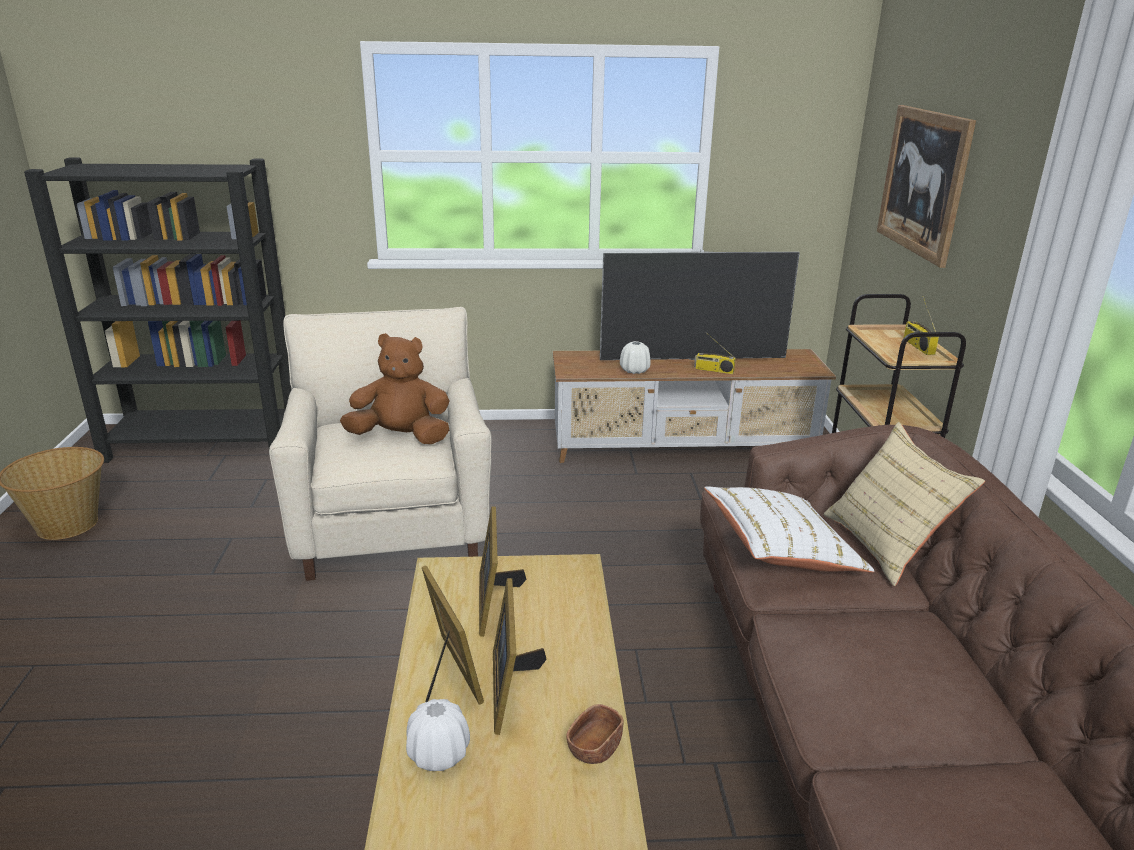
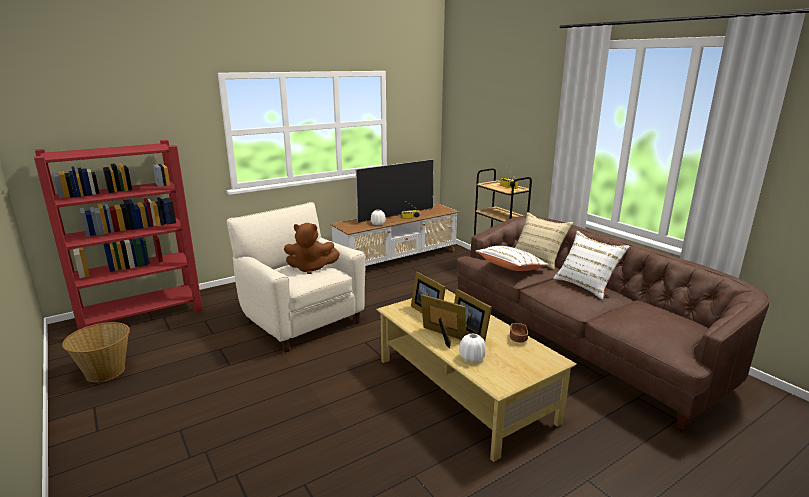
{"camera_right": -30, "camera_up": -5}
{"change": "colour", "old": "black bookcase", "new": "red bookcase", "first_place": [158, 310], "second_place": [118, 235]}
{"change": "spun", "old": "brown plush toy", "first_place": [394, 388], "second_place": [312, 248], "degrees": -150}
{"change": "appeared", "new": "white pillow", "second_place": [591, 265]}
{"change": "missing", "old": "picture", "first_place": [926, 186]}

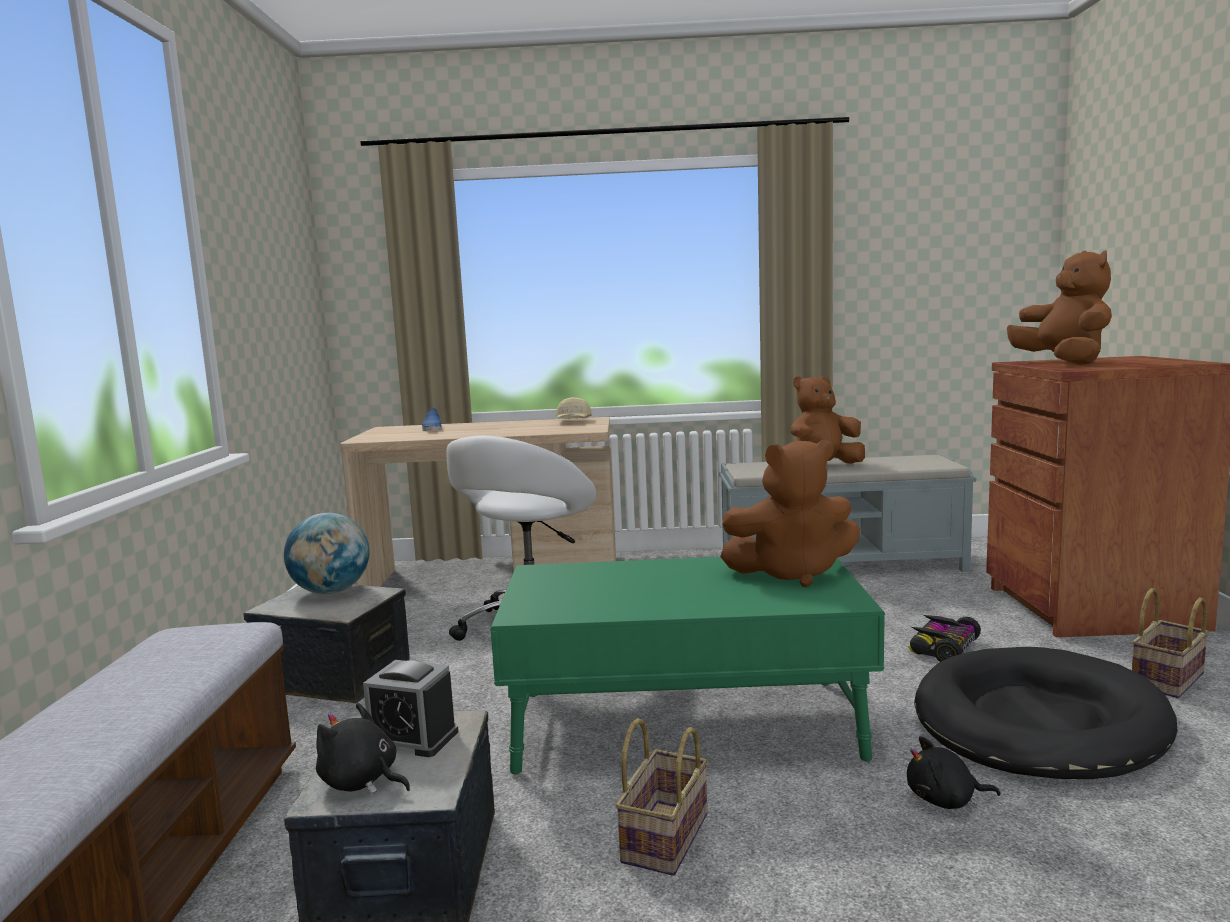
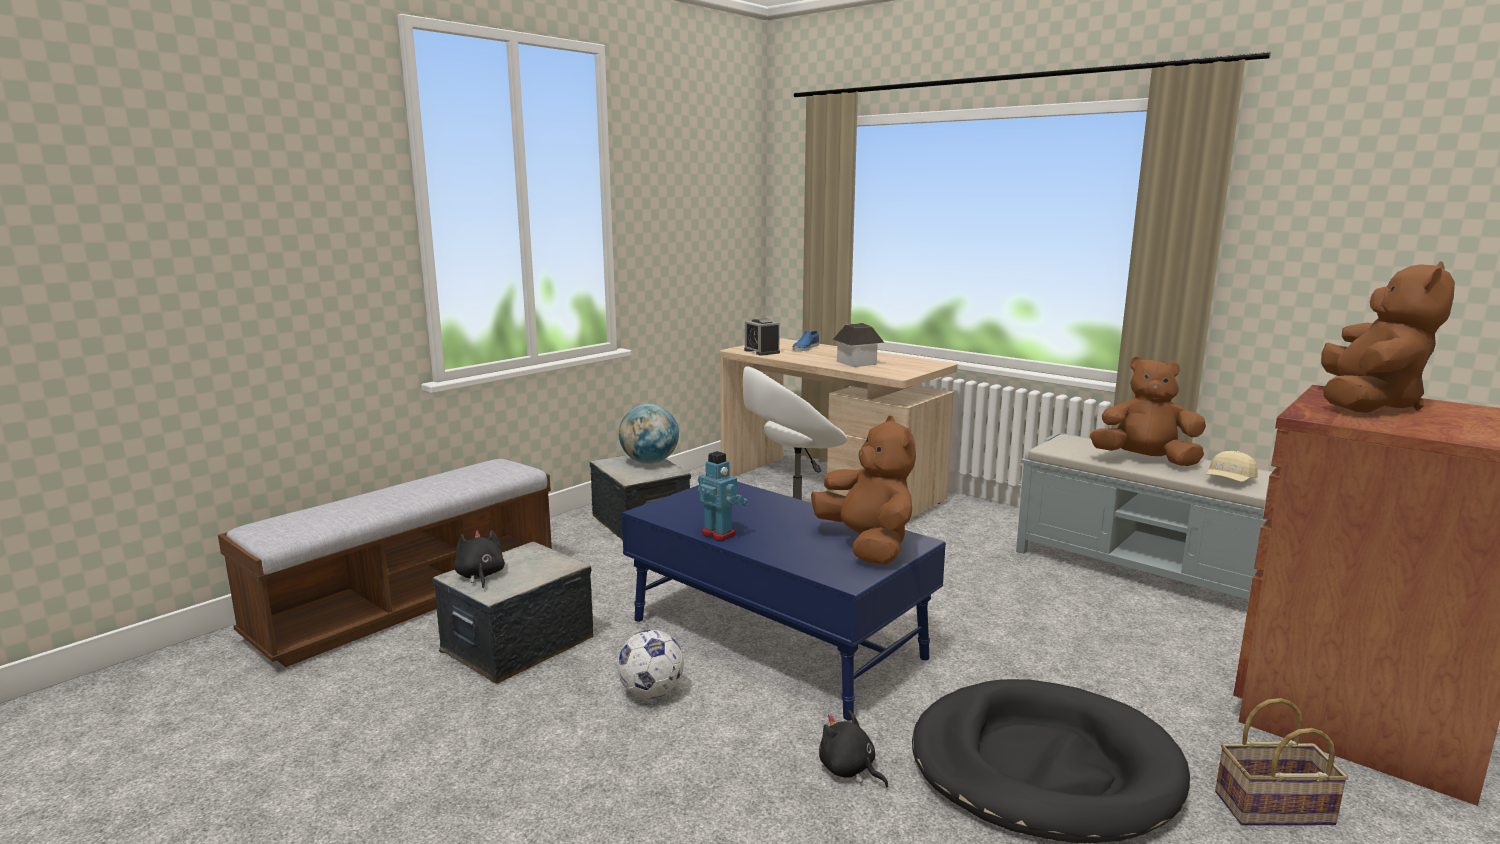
{"camera_right": 40, "camera_up": 5}
{"change": "exchanged", "old": "basket", "new": "football", "first_place": [661, 797], "second_place": [650, 664]}
{"change": "colour", "old": "green coffee table", "new": "blue coffee table", "first_place": [687, 666], "second_place": [783, 601]}
{"change": "appeared", "new": "toy robot", "second_place": [723, 496]}
{"change": "relocated", "old": "alarm clock", "first_place": [411, 708], "second_place": [762, 336]}
{"change": "spun", "old": "brown plush toy", "first_place": [790, 513], "second_place": [863, 490], "degrees": -150}
{"change": "appeared", "new": "toy house", "second_place": [858, 345]}
{"change": "relocated", "old": "beige cap", "first_place": [574, 408], "second_place": [1232, 466]}
{"change": "missing", "old": "toy car", "first_place": [944, 638]}

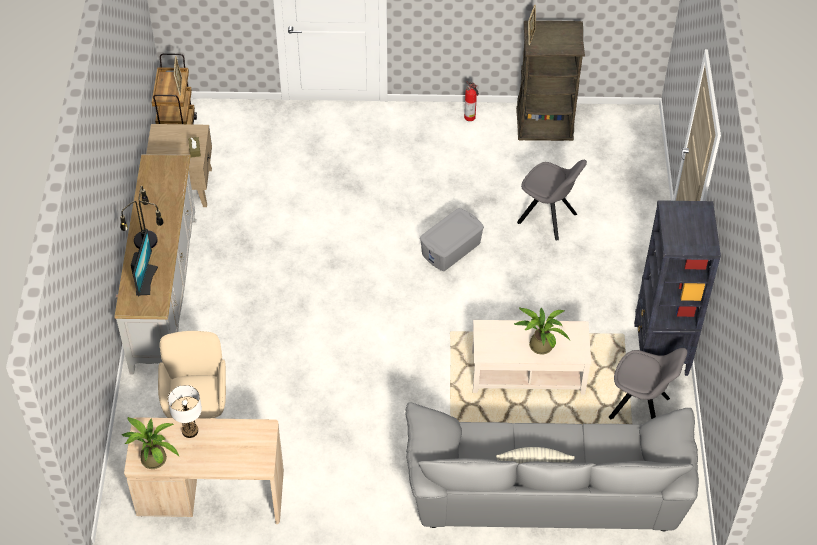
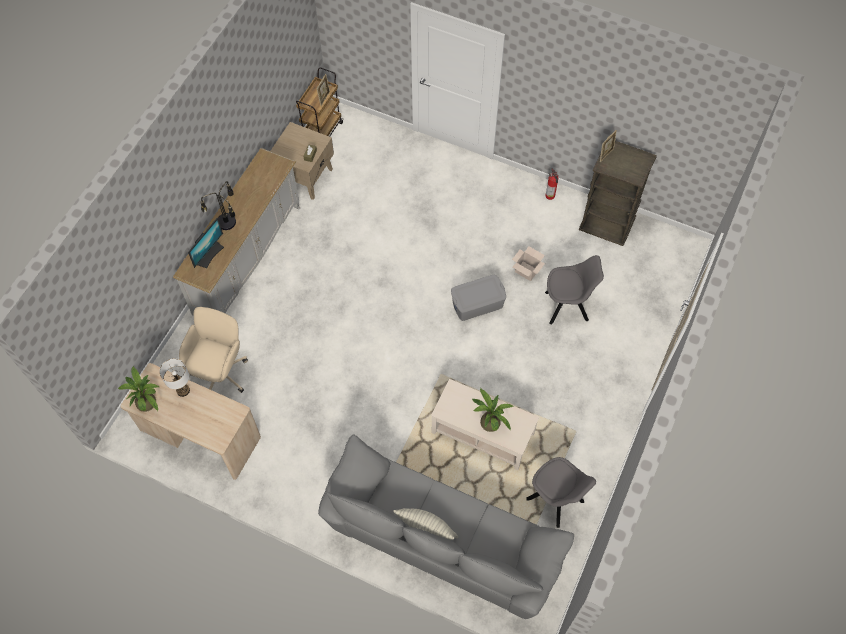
{"camera_right": 25, "camera_up": 10}
{"change": "appeared", "new": "cardboard box", "second_place": [528, 263]}
{"change": "spun", "old": "grey chair", "first_place": [552, 200], "second_place": [574, 290], "degrees": -60}
{"change": "missing", "old": "black bookcase", "first_place": [677, 288]}

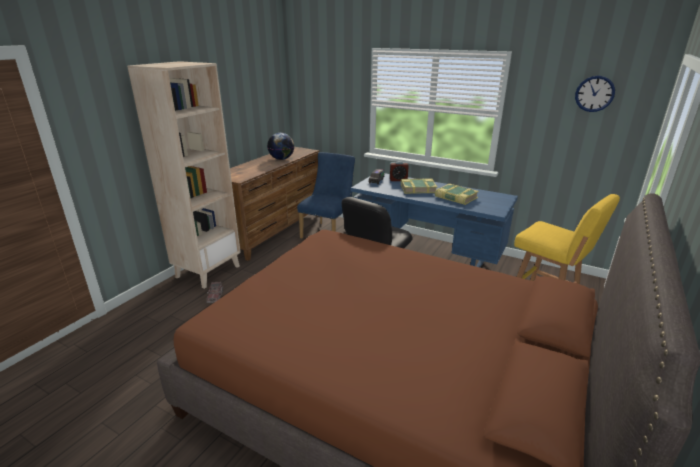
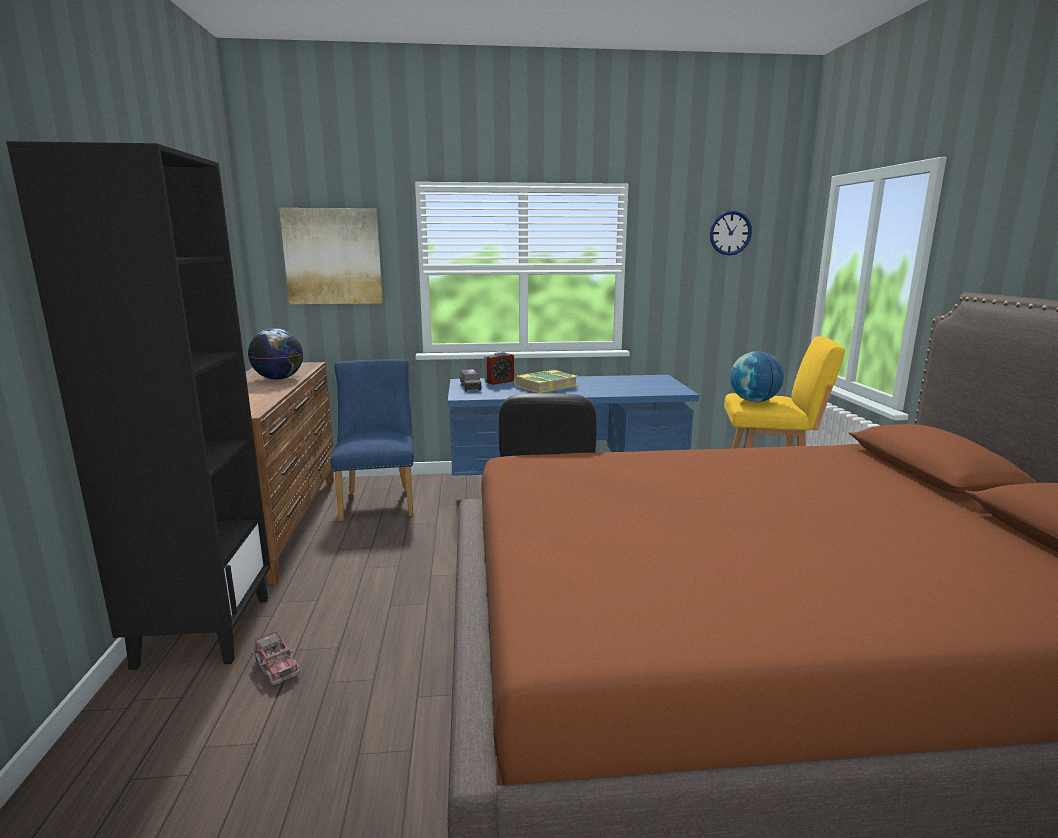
{"camera_right": -35, "camera_up": -10}
{"change": "colour", "old": "beige bookcase", "new": "black bookcase", "first_place": [184, 175], "second_place": [138, 405]}
{"change": "appeared", "new": "picture", "second_place": [331, 256]}
{"change": "appeared", "new": "globe", "second_place": [757, 376]}
{"change": "missing", "old": "book", "first_place": [457, 194]}

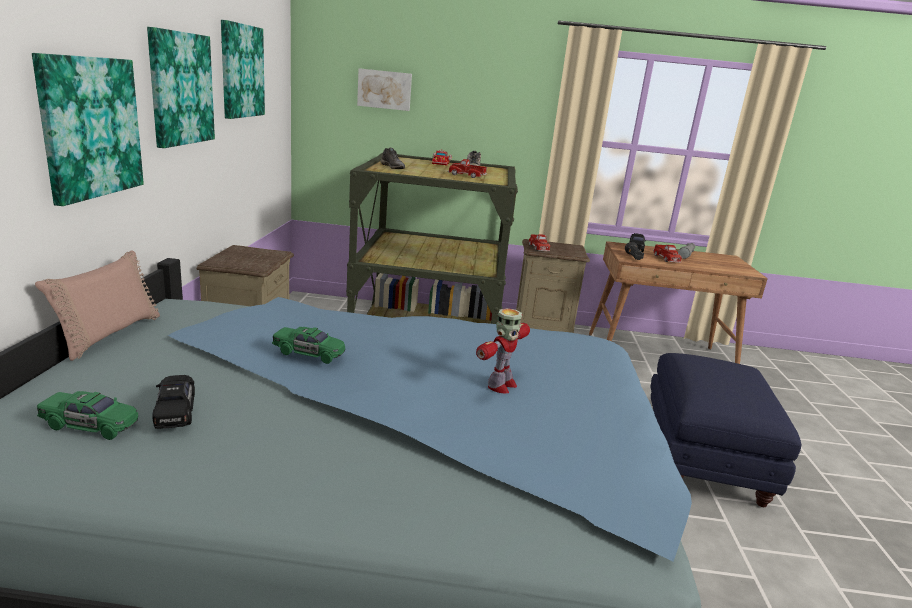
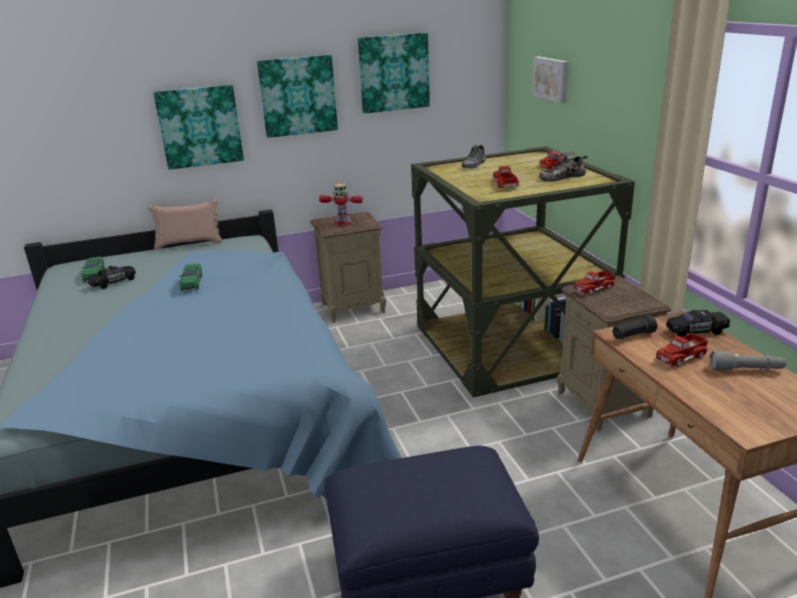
{"camera_right": 70, "camera_up": 5}
{"change": "relocated", "old": "toy robot", "first_place": [503, 351], "second_place": [341, 204]}

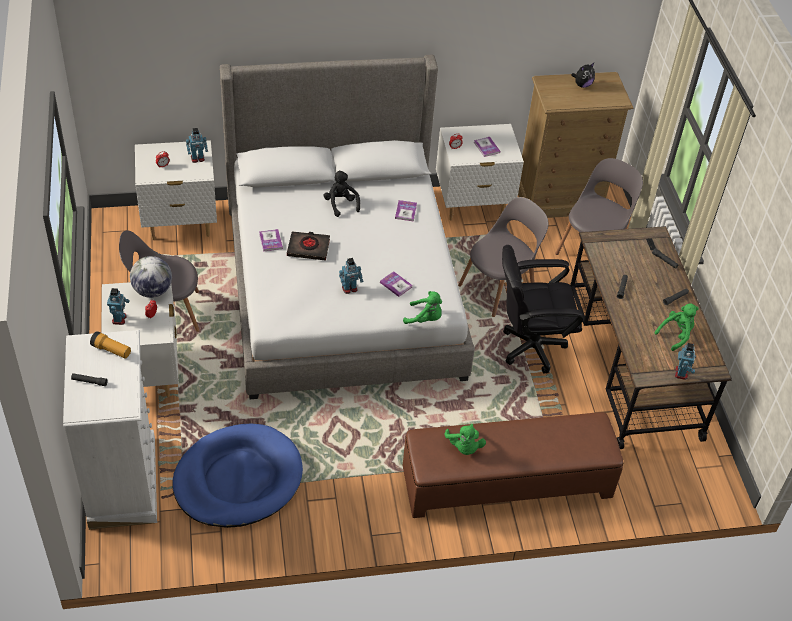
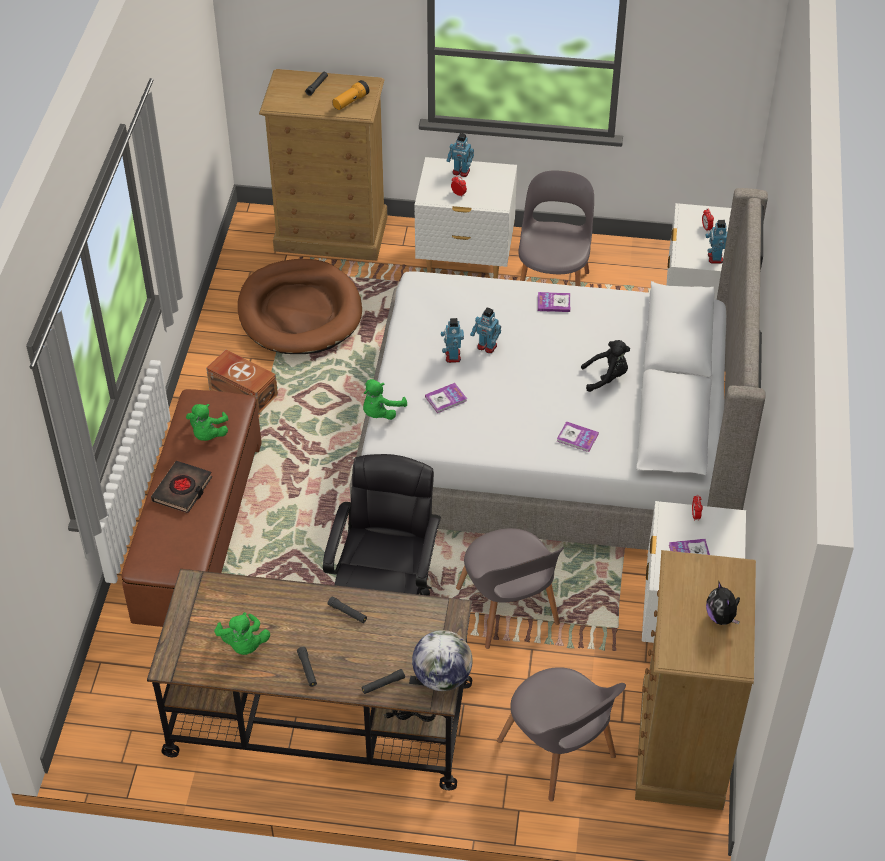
{"camera_right": 110, "camera_up": 0}
{"change": "relocated", "old": "black book", "first_place": [308, 246], "second_place": [181, 487]}
{"change": "spun", "old": "green plush toy", "first_place": [465, 439], "second_place": [207, 422], "degrees": -90}
{"change": "appeared", "new": "brown storage box", "second_place": [242, 382]}
{"change": "colour", "old": "blue dog bed", "new": "brown dog bed", "first_place": [238, 476], "second_place": [300, 306]}
{"change": "colour", "old": "white dresser", "new": "brown dresser", "first_place": [110, 430], "second_place": [323, 165]}
{"change": "relocated", "old": "globe", "first_place": [151, 277], "second_place": [442, 660]}
{"change": "relocated", "old": "toy robot", "first_place": [685, 361], "second_place": [485, 330]}

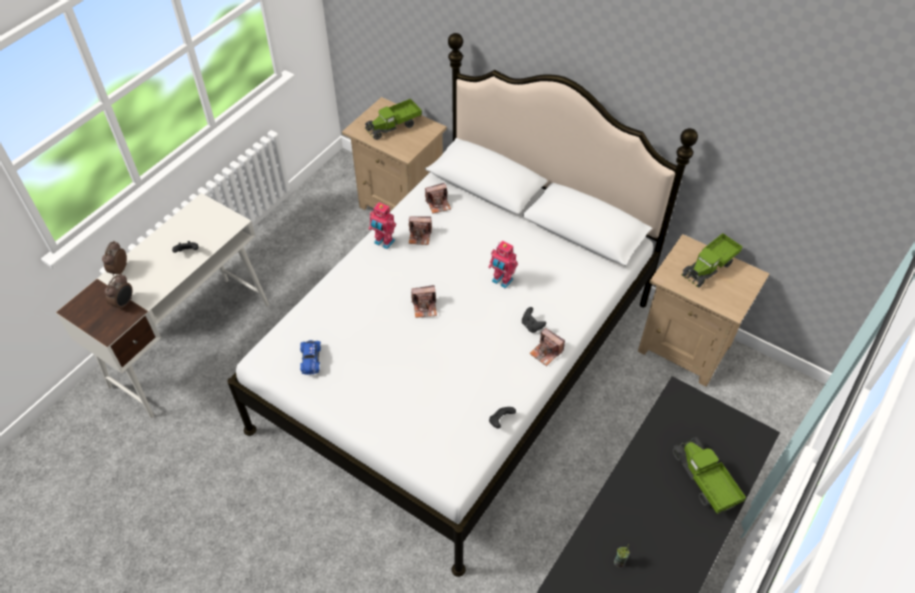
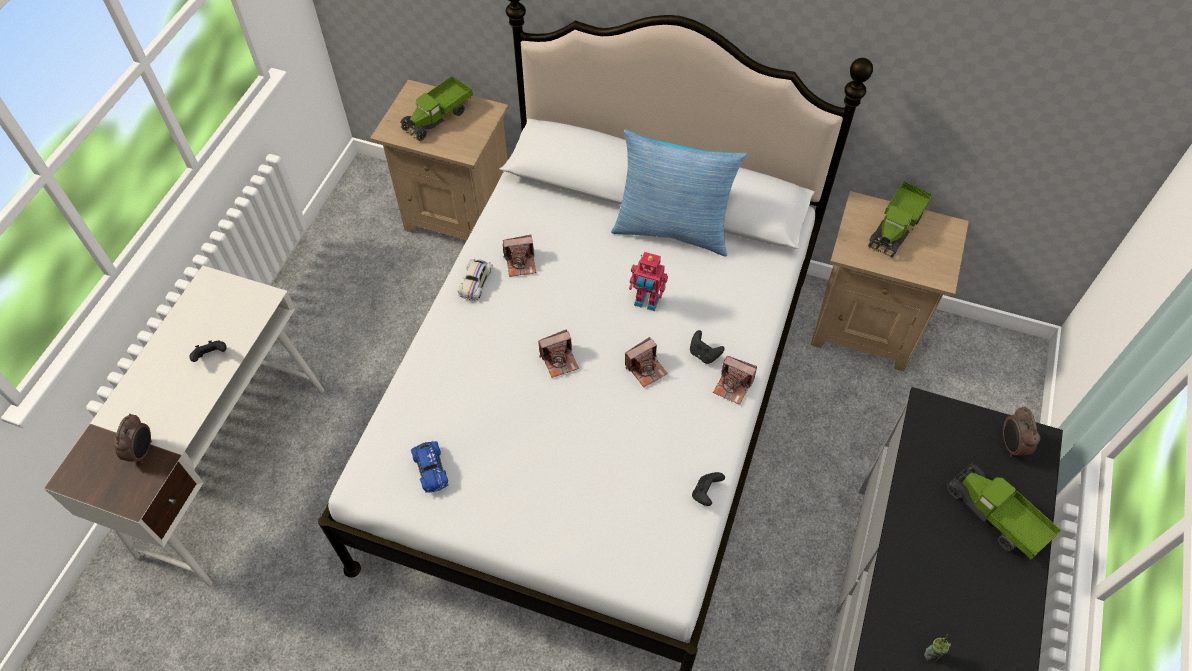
{"camera_right": -15, "camera_up": 5}
{"change": "exchanged", "old": "toy robot", "new": "white toy car", "first_place": [382, 225], "second_place": [475, 279]}
{"change": "appeared", "new": "pillow", "second_place": [679, 193]}
{"change": "relocated", "old": "photo camera", "first_place": [438, 198], "second_place": [646, 362]}
{"change": "relocated", "old": "alarm clock", "first_place": [114, 258], "second_place": [1021, 432]}

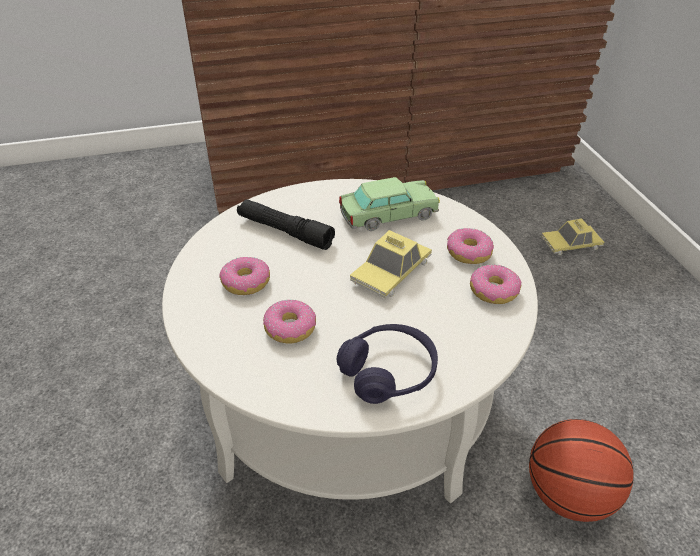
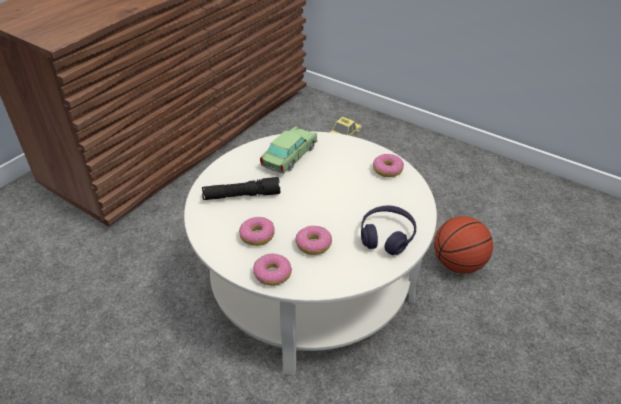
{"camera_right": -40, "camera_up": 0}
{"change": "relocated", "old": "donut", "first_place": [470, 246], "second_place": [272, 270]}
{"change": "missing", "old": "toy car", "first_place": [391, 264]}

